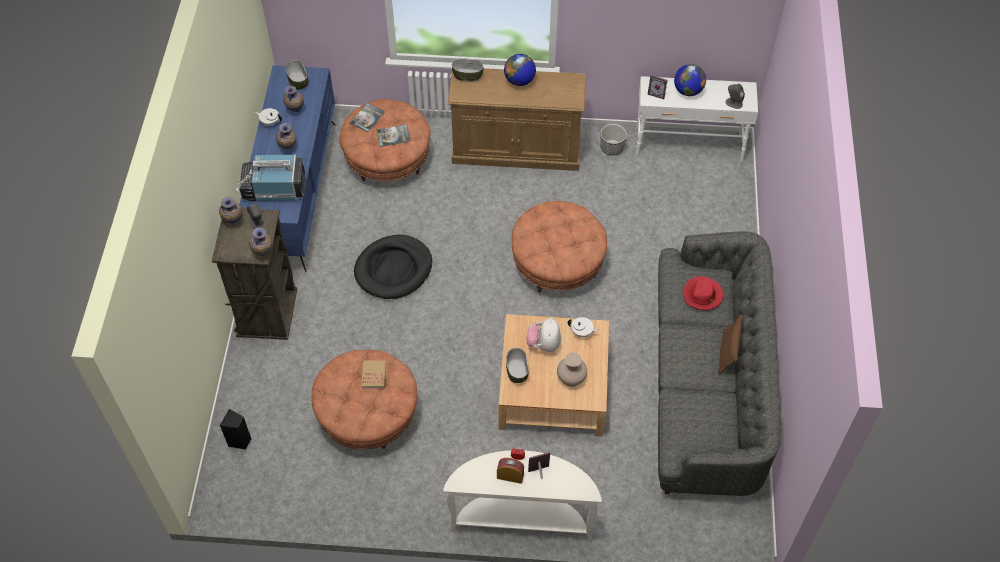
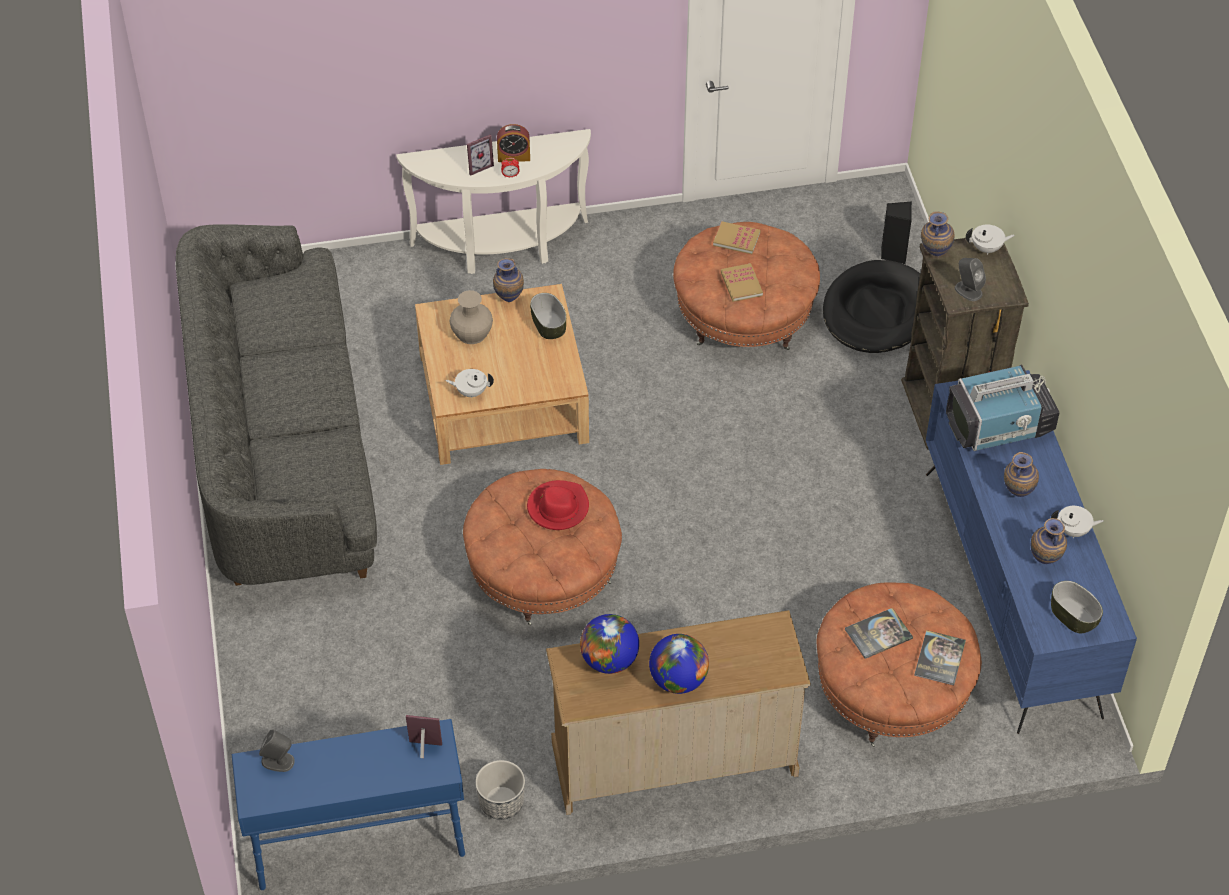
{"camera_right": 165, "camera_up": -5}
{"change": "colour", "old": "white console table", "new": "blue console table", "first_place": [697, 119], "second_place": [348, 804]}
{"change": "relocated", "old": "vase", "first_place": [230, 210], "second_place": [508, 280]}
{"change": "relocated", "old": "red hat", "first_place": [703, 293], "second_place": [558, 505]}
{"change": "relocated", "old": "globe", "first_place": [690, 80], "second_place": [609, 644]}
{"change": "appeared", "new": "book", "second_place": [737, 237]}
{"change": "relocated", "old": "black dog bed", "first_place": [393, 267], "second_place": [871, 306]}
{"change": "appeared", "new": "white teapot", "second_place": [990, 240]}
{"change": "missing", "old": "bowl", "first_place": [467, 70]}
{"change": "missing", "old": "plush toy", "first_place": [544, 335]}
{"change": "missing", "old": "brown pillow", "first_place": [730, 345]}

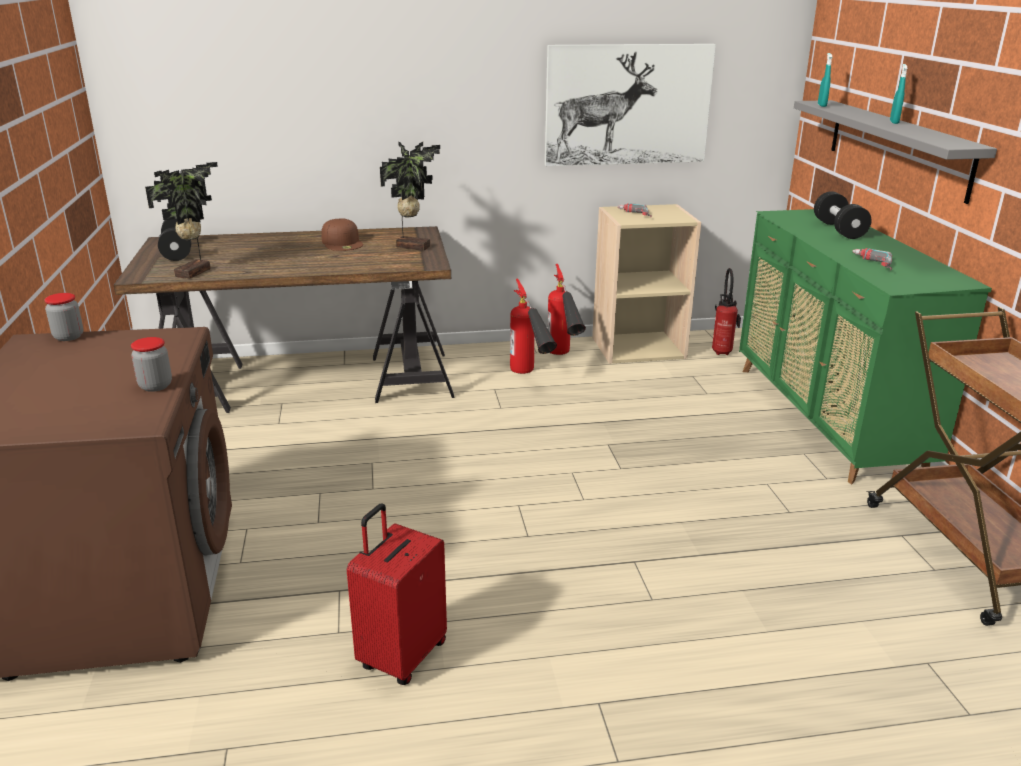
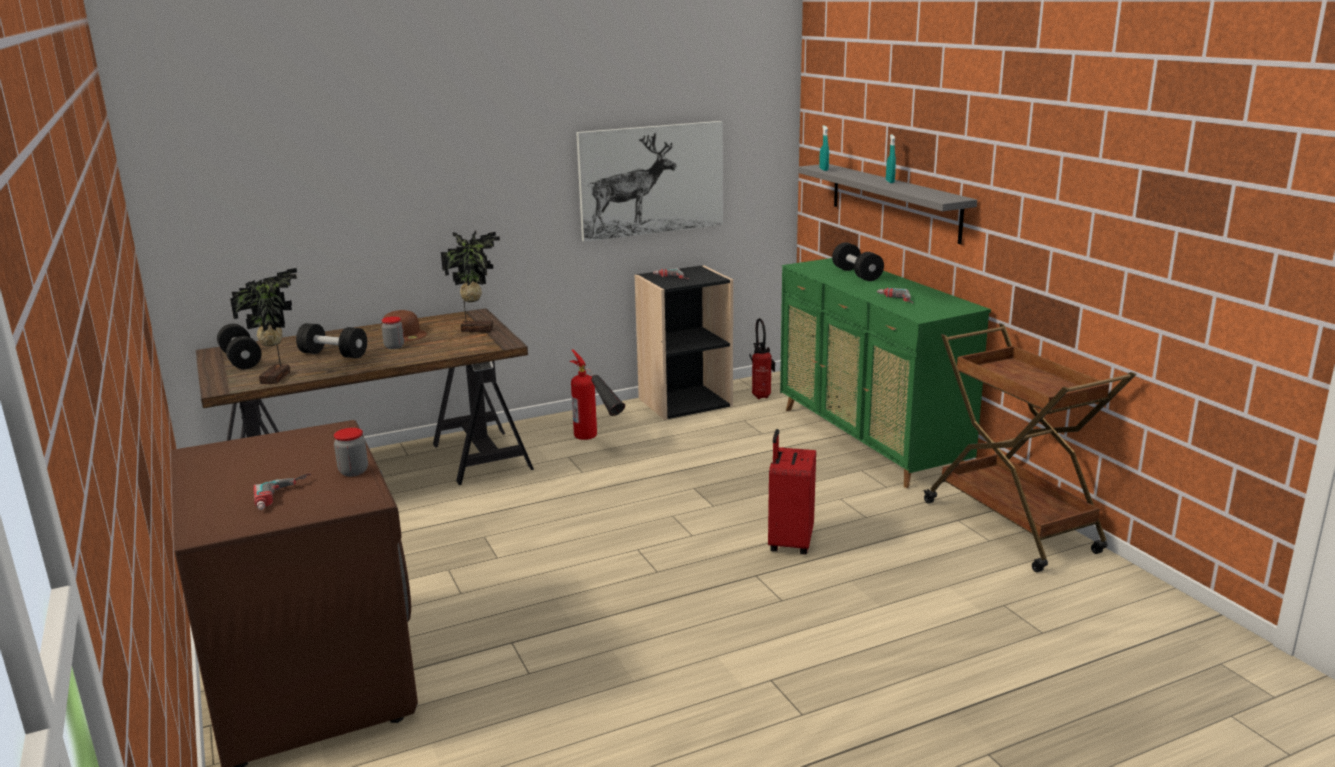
{"camera_right": -15, "camera_up": -5}
{"change": "appeared", "new": "power drill", "second_place": [282, 492]}
{"change": "appeared", "new": "black dumbbell", "second_place": [331, 340]}
{"change": "relocated", "old": "jar", "first_place": [63, 317], "second_place": [392, 332]}
{"change": "colour", "old": "beige bookcase", "new": "black bookcase", "first_place": [646, 284], "second_place": [684, 342]}
{"change": "relocated", "old": "red suitcase", "first_place": [397, 594], "second_place": [792, 491]}
{"change": "missing", "old": "fire extinguisher", "first_place": [566, 309]}

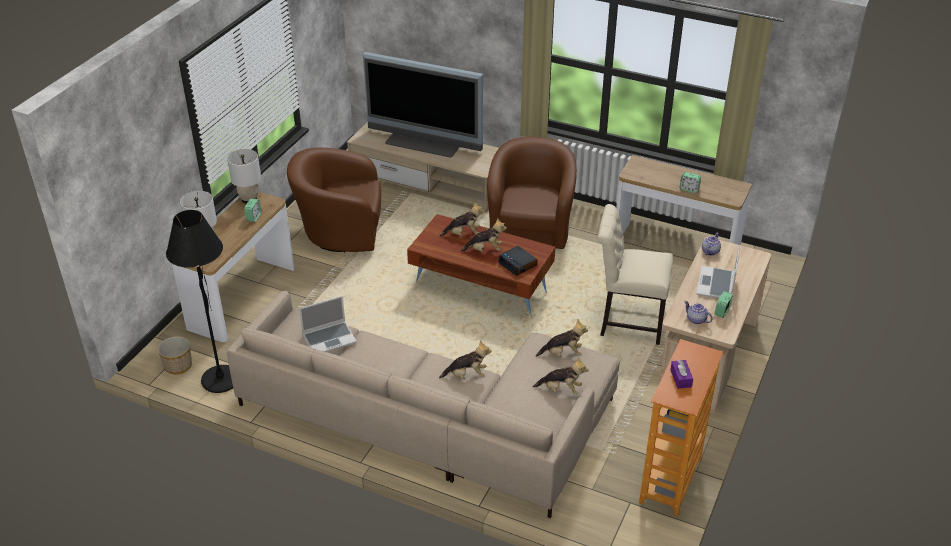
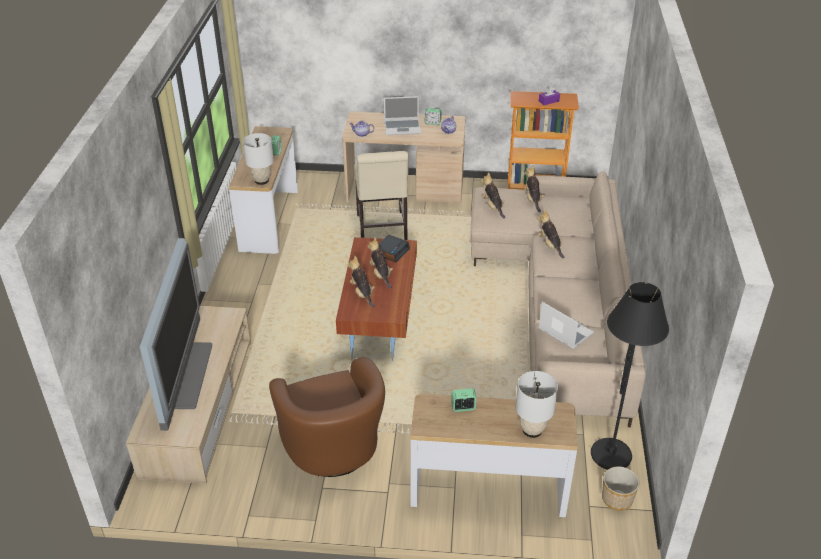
{"camera_right": -110, "camera_up": 0}
{"change": "relocated", "old": "white table lamp", "first_place": [244, 176], "second_place": [258, 159]}
{"change": "missing", "old": "brown armchair", "first_place": [532, 193]}

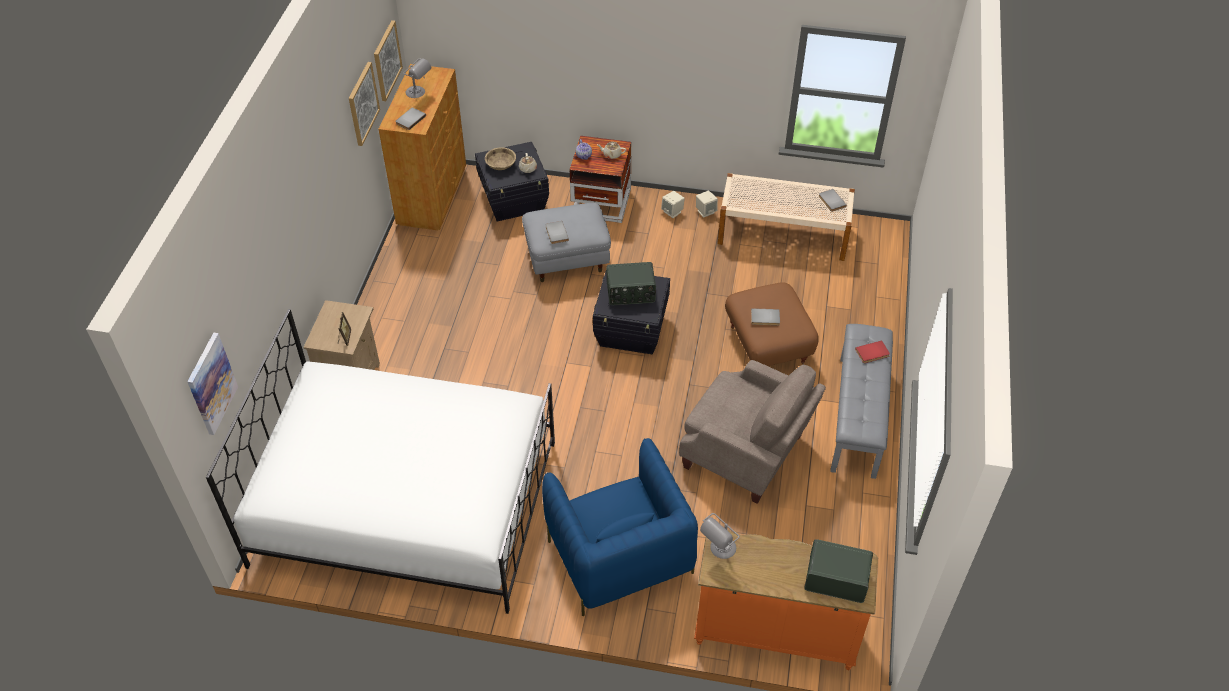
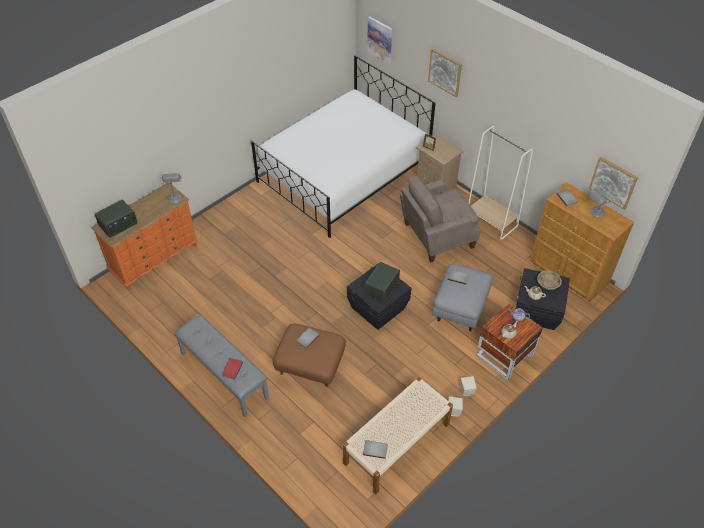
{"camera_right": 125, "camera_up": 0}
{"change": "relocated", "old": "beige armchair", "first_place": [752, 432], "second_place": [440, 219]}
{"change": "relocated", "old": "picture", "first_place": [364, 104], "second_place": [445, 72]}
{"change": "appeared", "new": "clothes rack", "second_place": [500, 183]}
{"change": "missing", "old": "blue armchair", "first_place": [620, 527]}

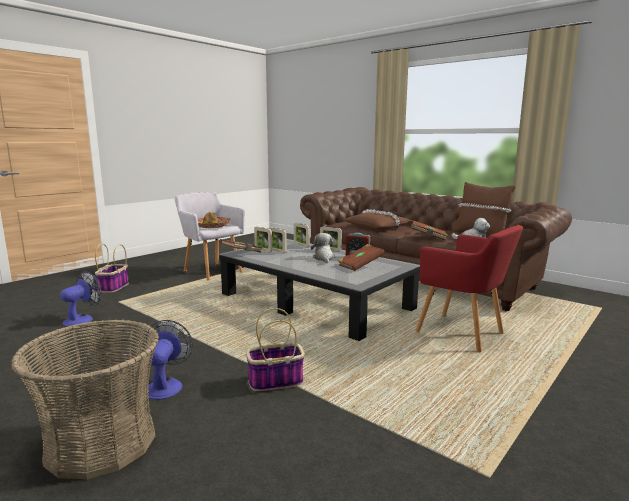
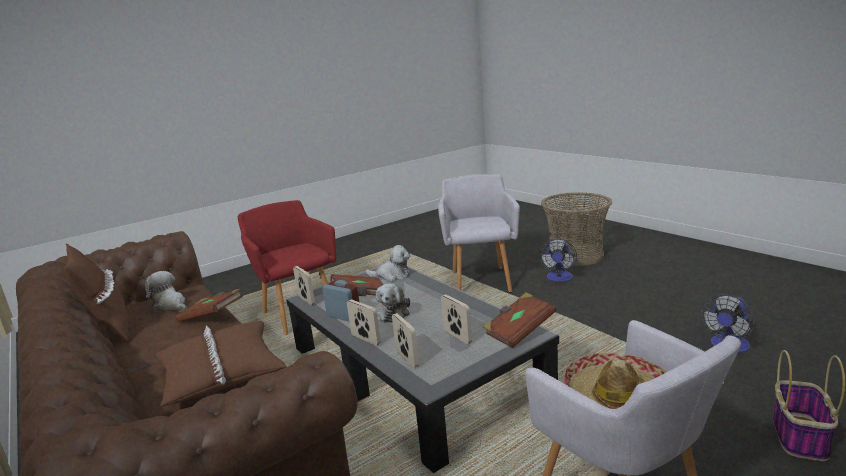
{"camera_right": -165, "camera_up": 5}
{"change": "relocated", "old": "picture frame", "first_place": [263, 239], "second_place": [304, 286]}
{"change": "appeared", "new": "plush toy", "second_place": [387, 263]}
{"change": "exchanged", "old": "basket", "new": "grey armchair", "first_place": [275, 349], "second_place": [479, 233]}

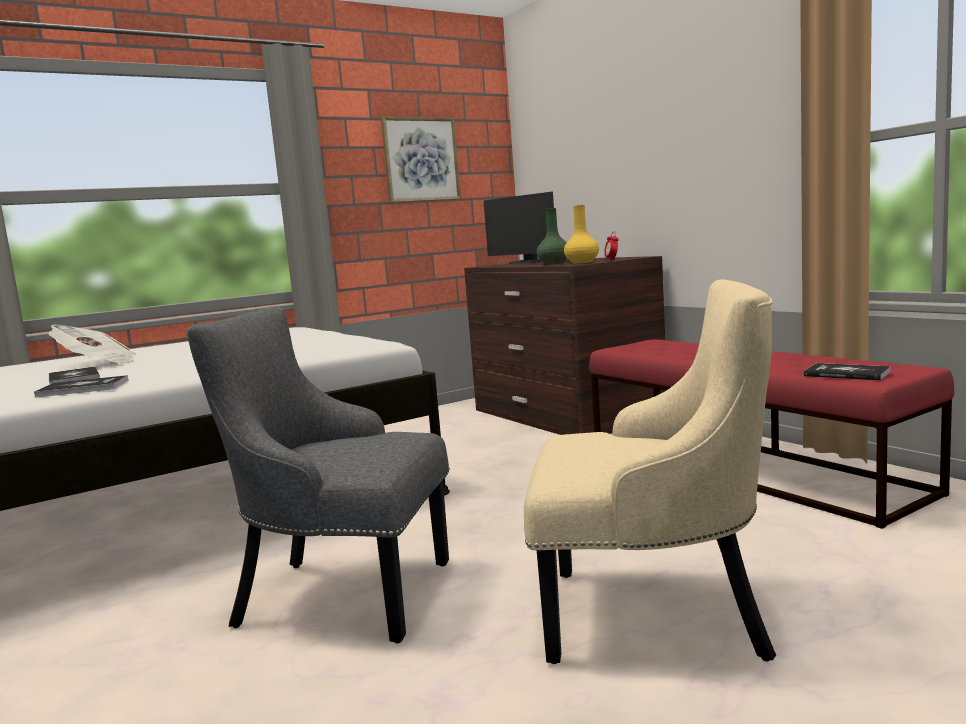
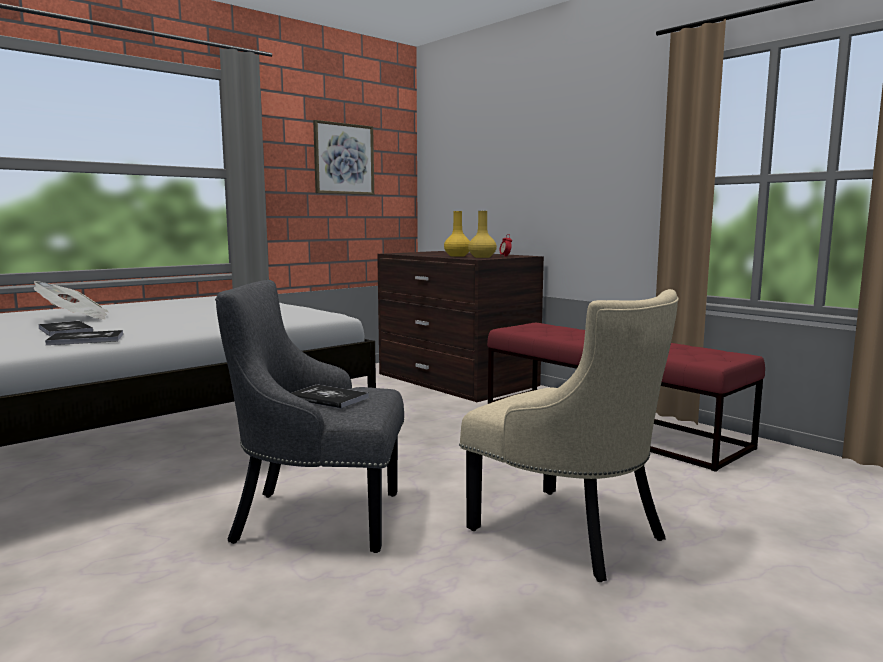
{"camera_right": -10, "camera_up": 0}
{"change": "relocated", "old": "book", "first_place": [847, 372], "second_place": [330, 397]}
{"change": "colour", "old": "green vase", "new": "yellow vase", "first_place": [552, 236], "second_place": [457, 234]}
{"change": "spun", "old": "beige armchair", "first_place": [650, 472], "second_place": [569, 435], "degrees": 45}
{"change": "missing", "old": "monitor", "first_place": [519, 227]}

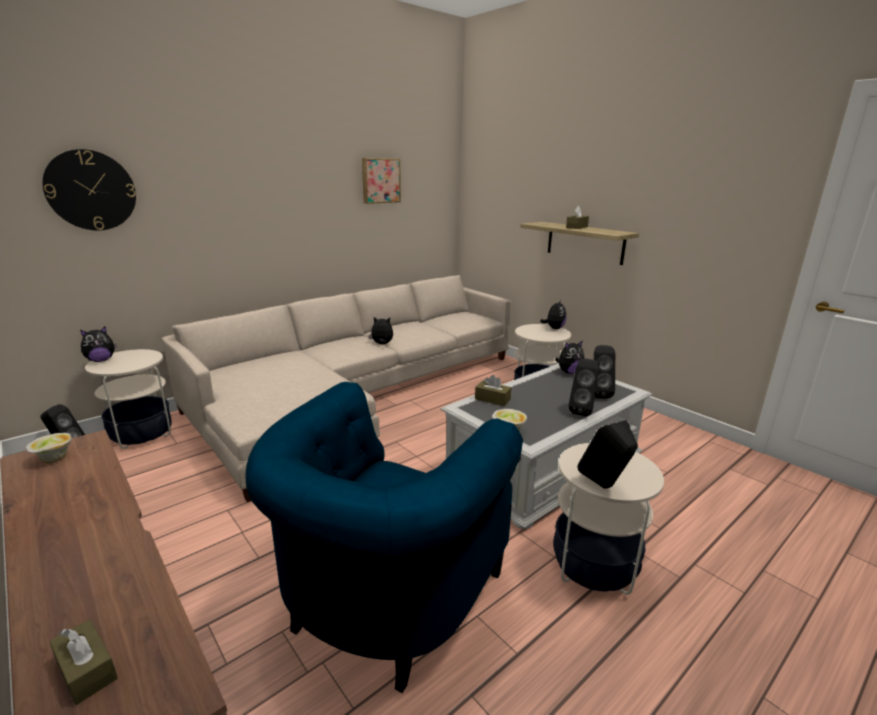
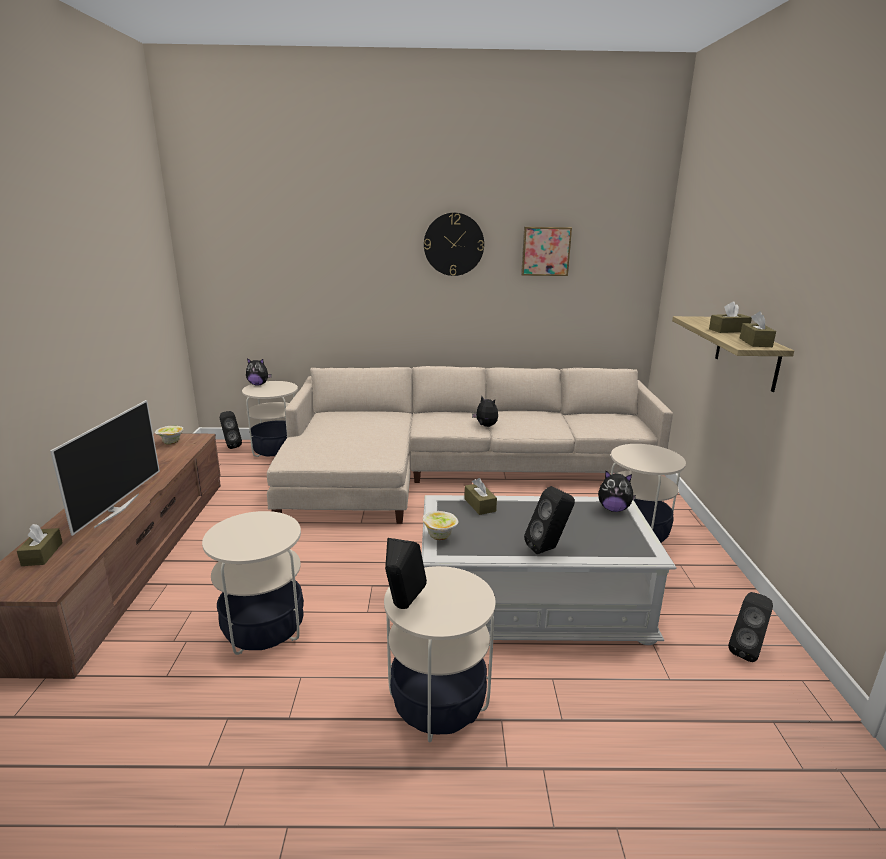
{"camera_right": 40, "camera_up": 0}
{"change": "appeared", "new": "television", "second_place": [105, 468]}
{"change": "exchanged", "old": "blue armchair", "new": "beige side table", "first_place": [384, 537], "second_place": [253, 583]}
{"change": "relocated", "old": "wall clock", "first_place": [89, 189], "second_place": [454, 244]}
{"change": "relocated", "old": "black speaker", "first_place": [604, 371], "second_place": [750, 627]}
{"change": "appeared", "new": "brown tissue box", "second_place": [758, 329]}
{"change": "missing", "old": "plush toy", "first_place": [553, 314]}

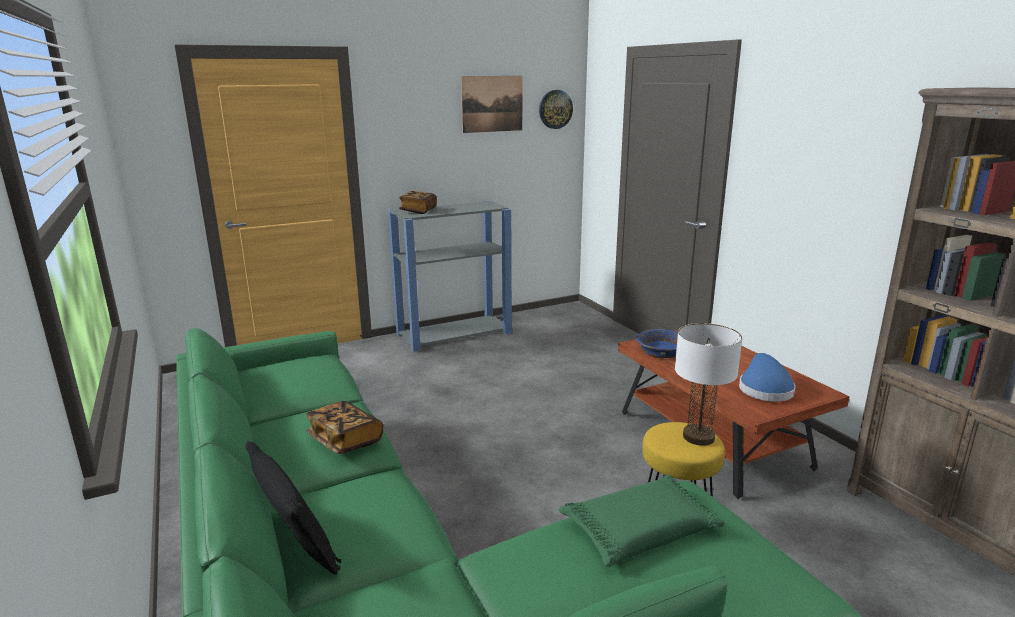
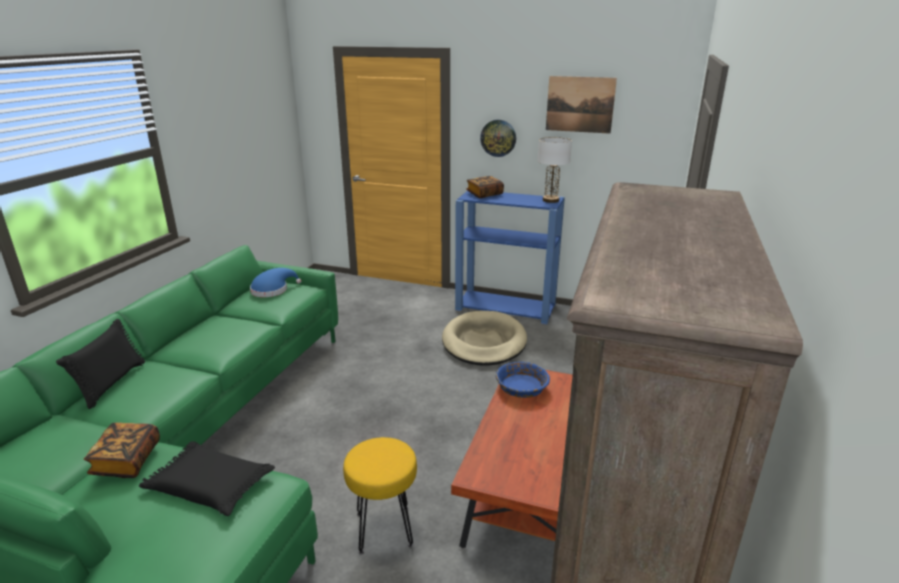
{"camera_right": 45, "camera_up": 5}
{"change": "relocated", "old": "book", "first_place": [344, 427], "second_place": [122, 450]}
{"change": "colour", "old": "green pillow", "new": "black pillow", "first_place": [641, 521], "second_place": [207, 478]}
{"change": "relocated", "old": "blue hat", "first_place": [767, 377], "second_place": [275, 282]}
{"change": "appeared", "new": "beige dog bed", "second_place": [484, 338]}
{"change": "colour", "old": "grey bookcase", "new": "blue bookcase", "first_place": [450, 276], "second_place": [510, 257]}
{"change": "relocated", "old": "wall clock", "first_place": [556, 109], "second_place": [498, 138]}
{"change": "relocated", "old": "table lamp", "first_place": [708, 384], "second_place": [555, 170]}

